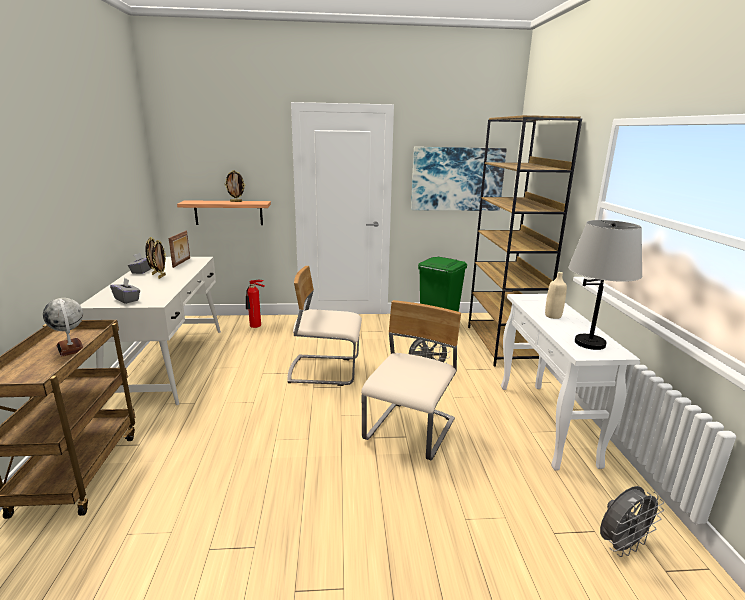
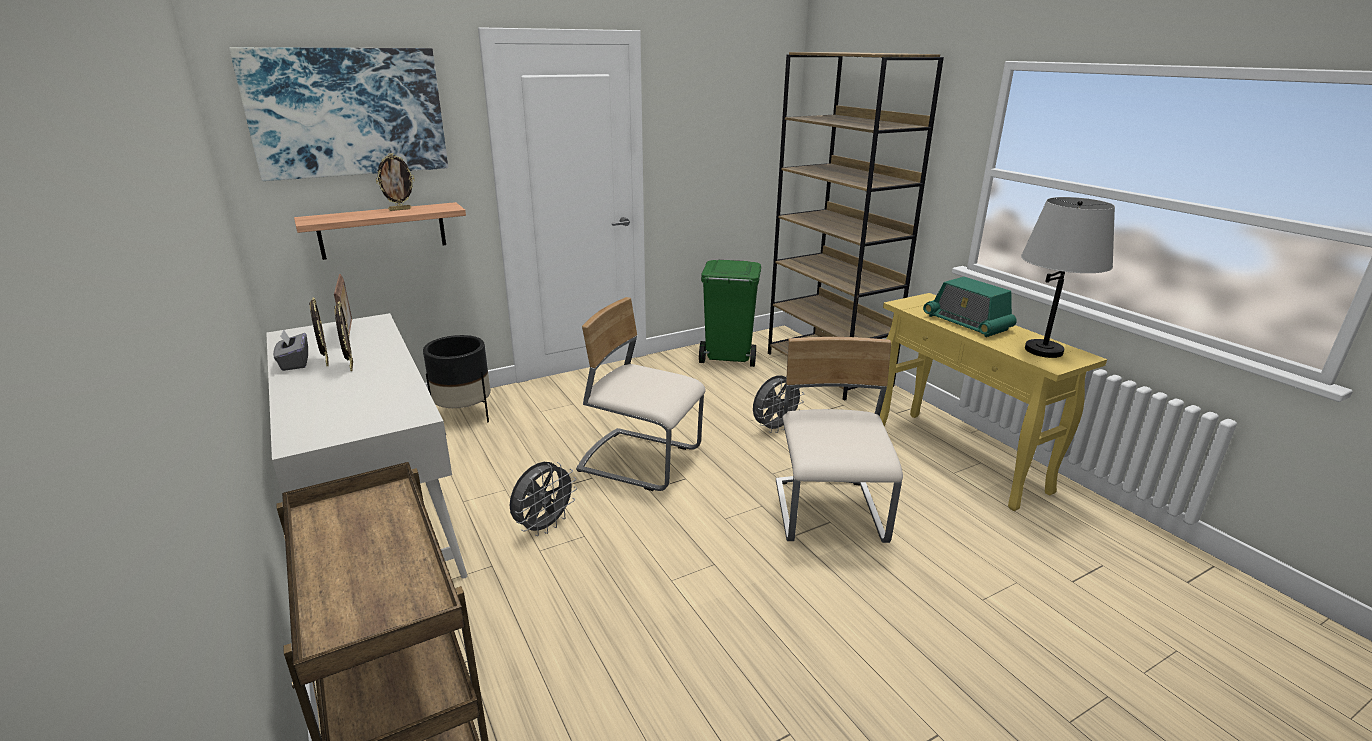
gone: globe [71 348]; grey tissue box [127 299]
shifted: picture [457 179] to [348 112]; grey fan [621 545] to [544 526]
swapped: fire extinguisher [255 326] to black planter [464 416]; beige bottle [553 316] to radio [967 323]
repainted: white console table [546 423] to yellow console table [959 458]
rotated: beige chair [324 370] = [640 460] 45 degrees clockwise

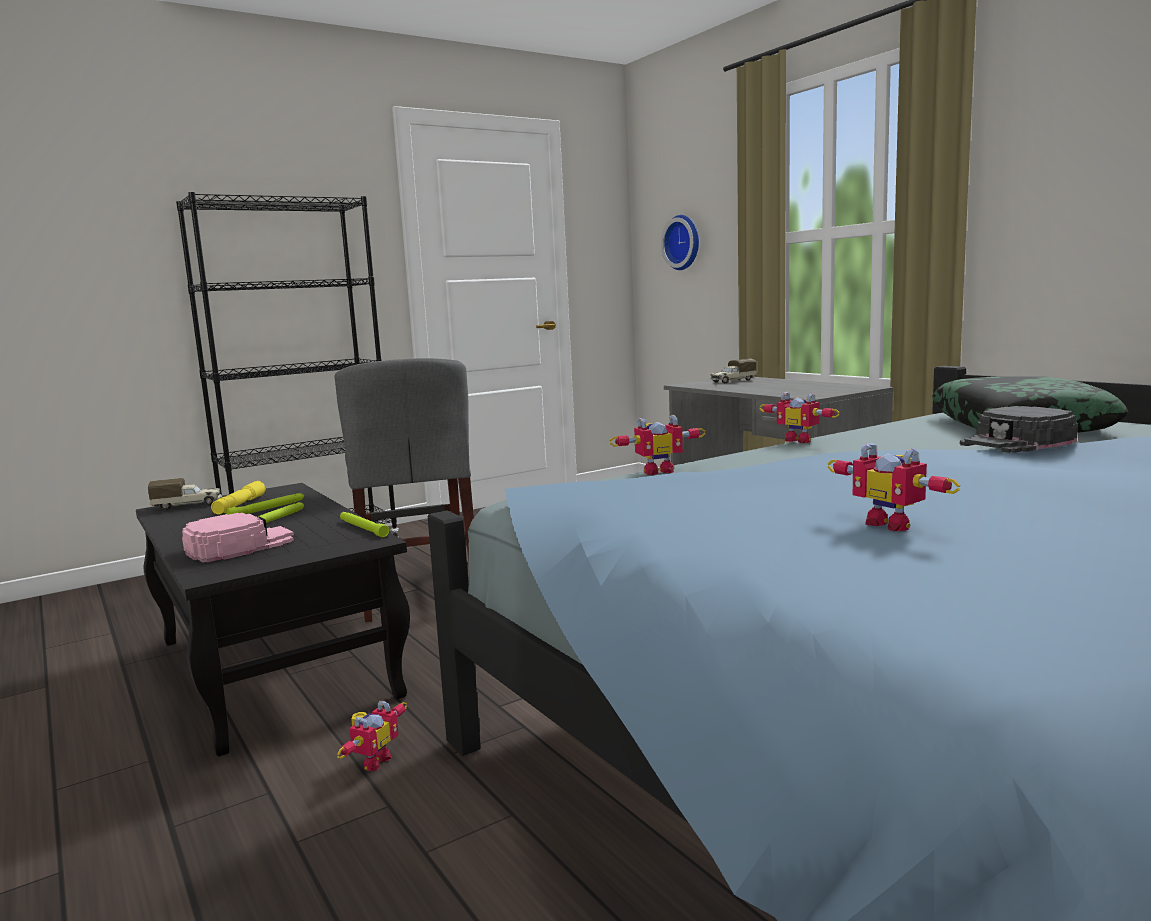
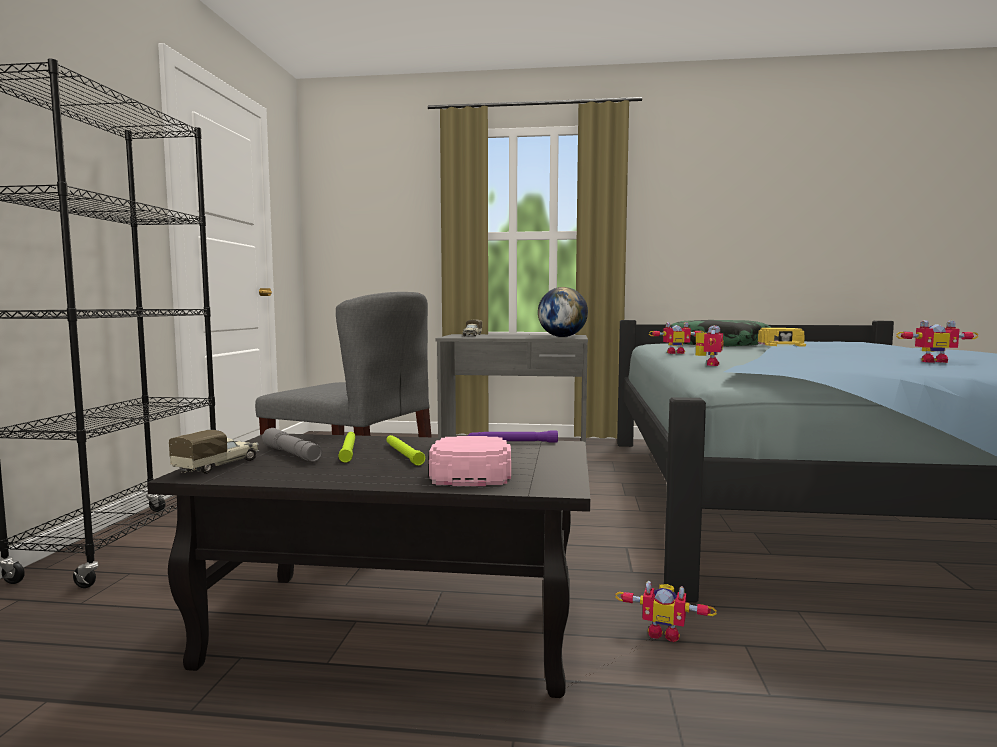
gone: wall clock [684 242]
new: globe [562 337]
repainted: yellow flashlight [239 505] to grey flashlight [291 454]; green flashlight [362 528] to purple flashlight [512 442]; black cap [1017 442] to yellow cap [782 344]
rotated: toy robot [372 761] = [664 633] 135 degrees clockwise

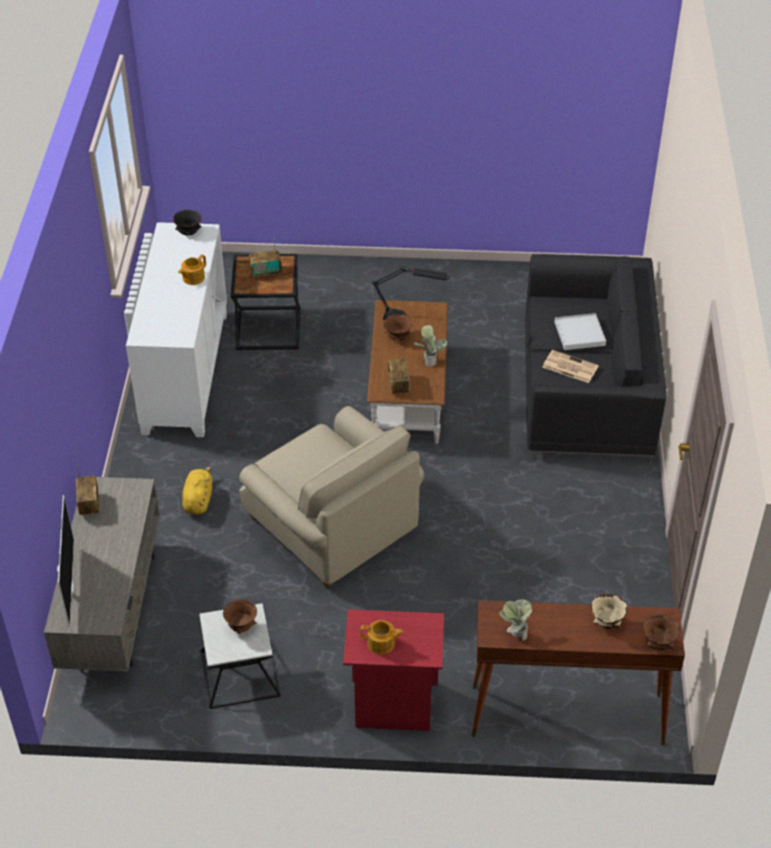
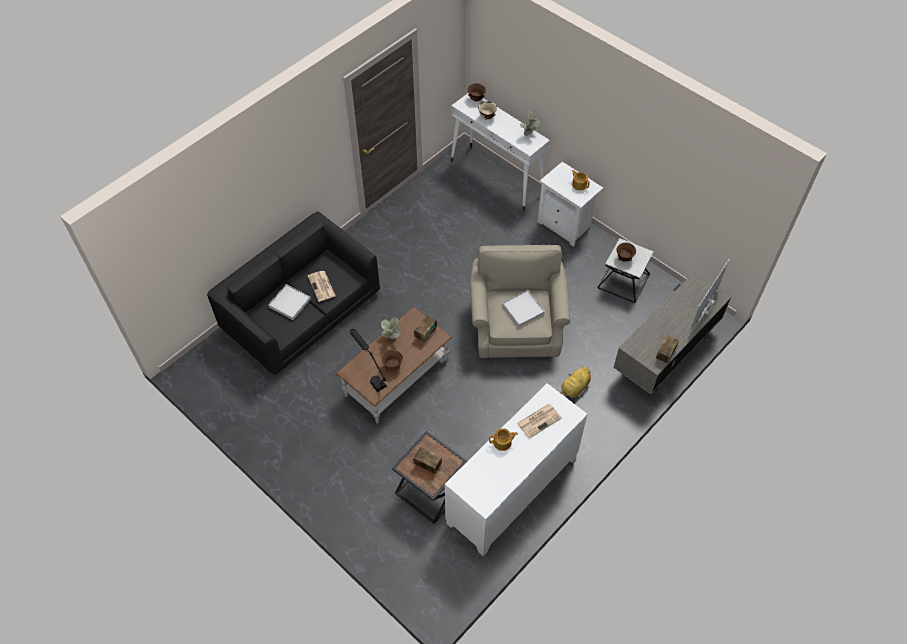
gone: black bowl [189 233]
new: white tray [523 309]; newspaper [539 420]
repainted: red nightstand [393 705] to white nightstand [565 225]; brown console table [566 715] to white console table [497 178]

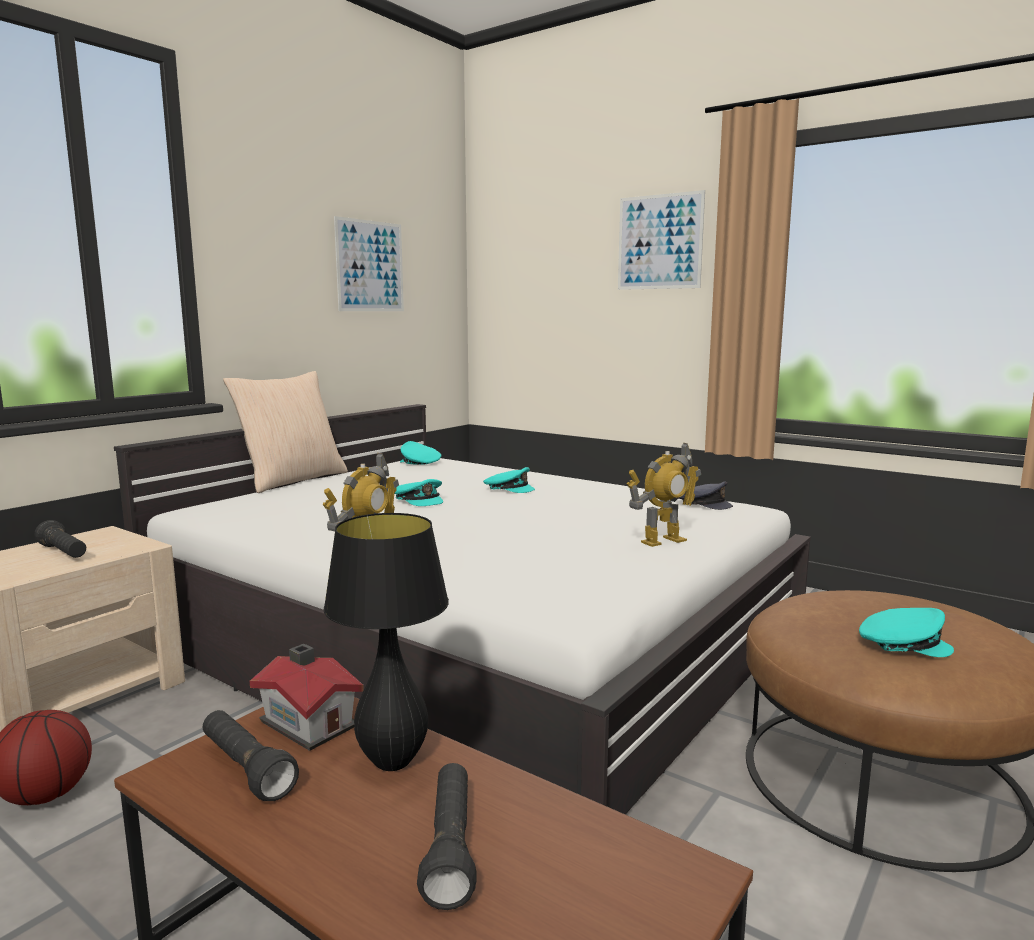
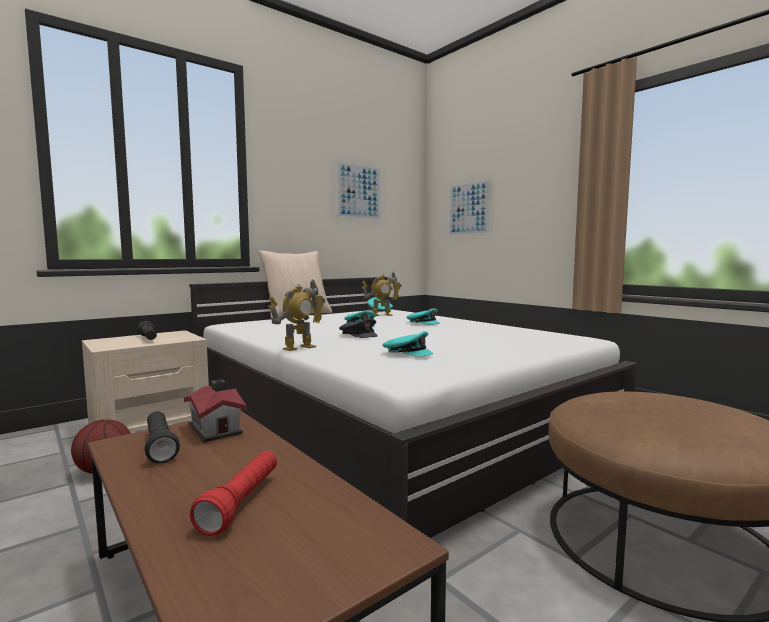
gone: black table lamp [392 761]
shifted: picture [659 242] to [468 208]; toy robot [663 541] to [381 315]; grey cap [703 504] to [359 335]; turquoise cap [902 644] to [407 352]
repainted: black flashlight [450 848] to red flashlight [241 503]

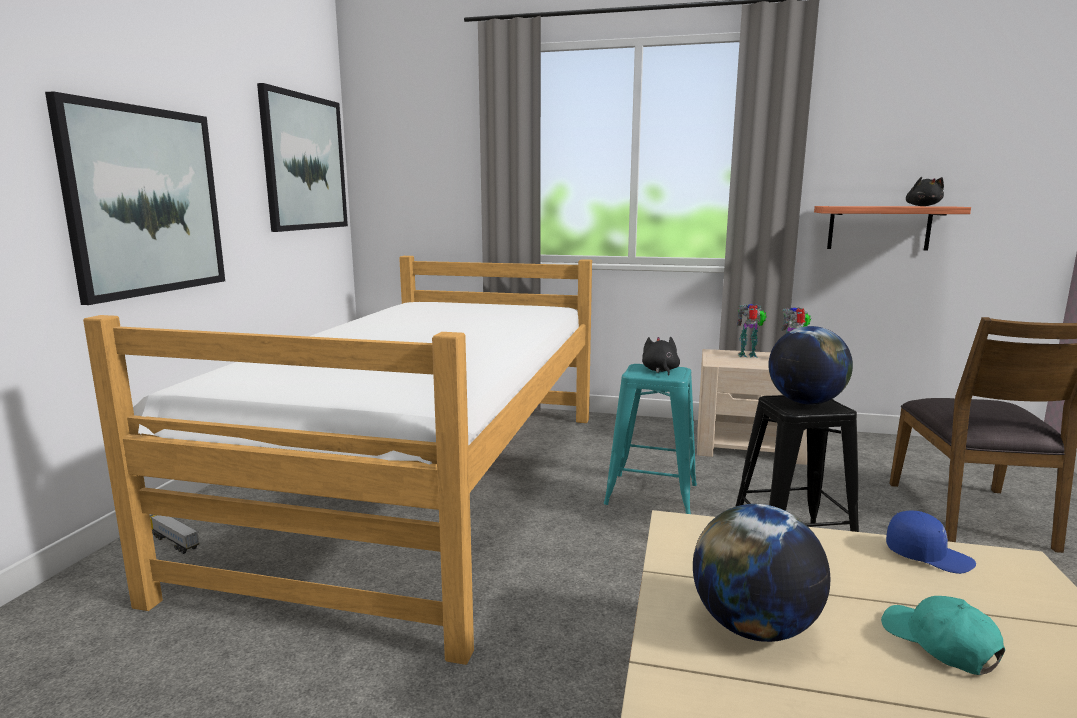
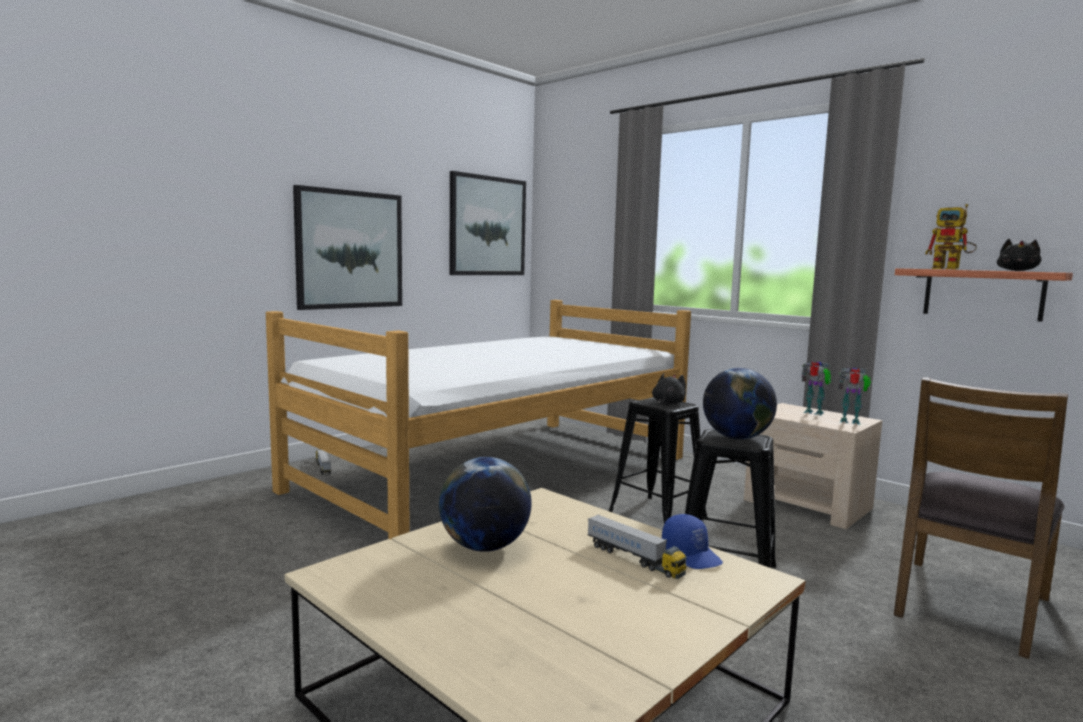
gone: turquoise cap [939 644]
new: toy truck [634 559]; toy robot [952 269]
repainted: turquoise stool [651 494] to black stool [657 515]

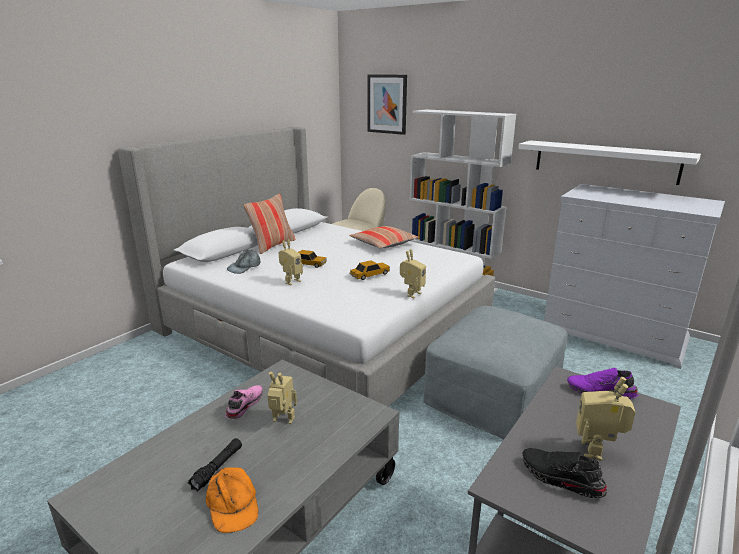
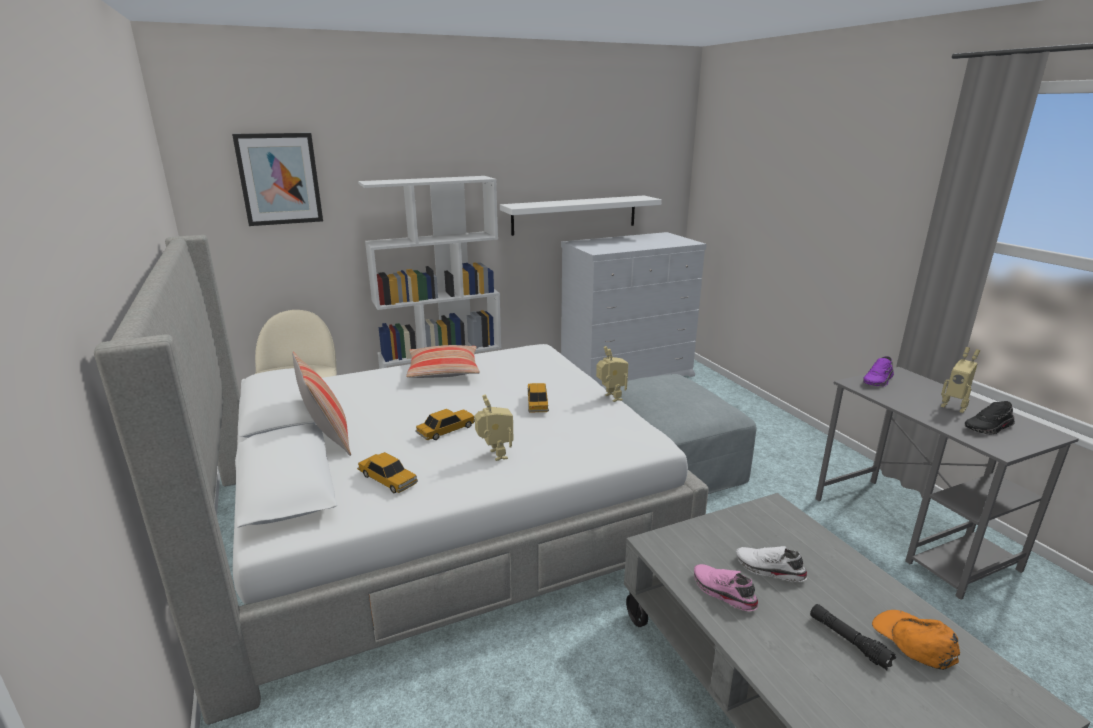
swapped: grey cap [244 267] to toy car [388 479]; toy robot [282 421] to white shoe [769 570]
rotated: orange cap [232 505] = [914 641] 120 degrees counterclockwise

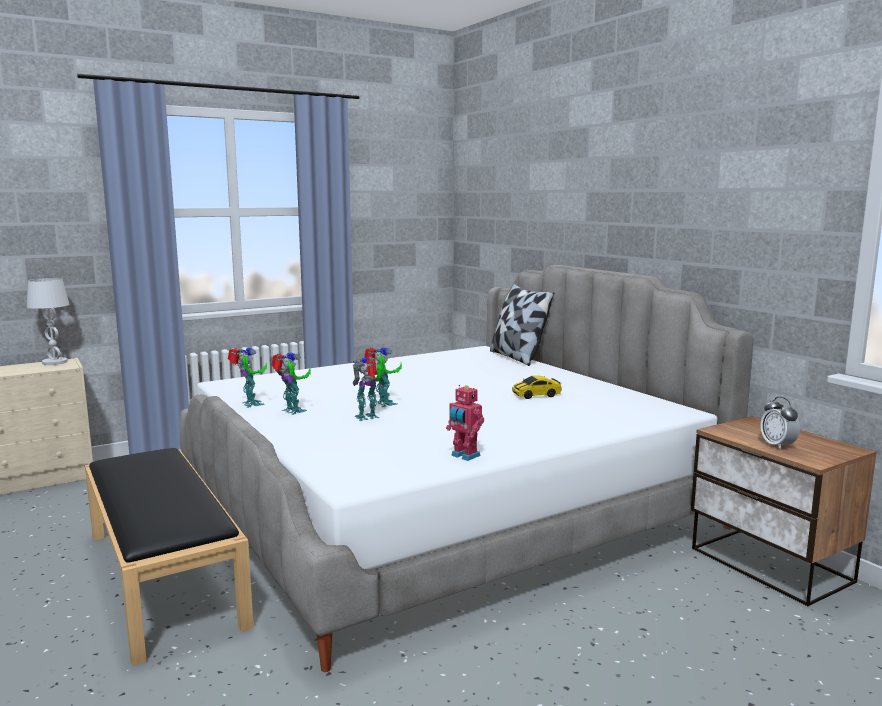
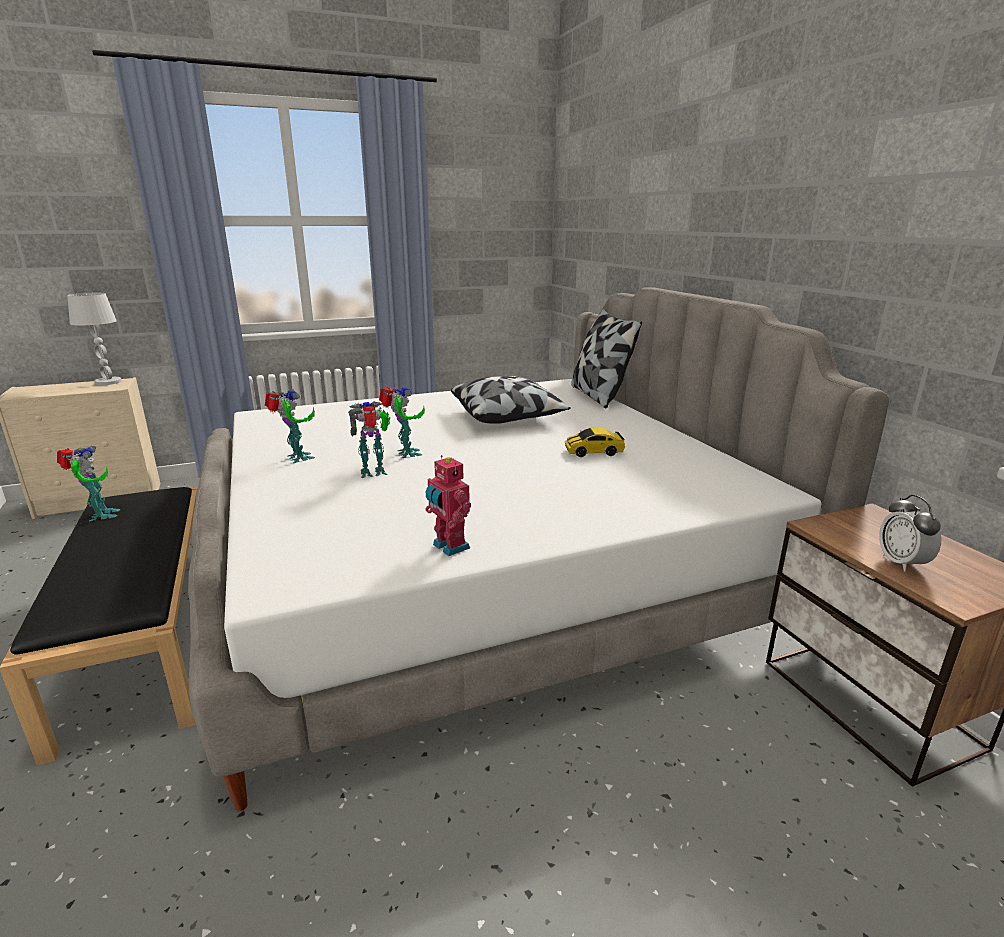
new: pillow [508 416]
shifted: toy robot [250 404] to [100 515]

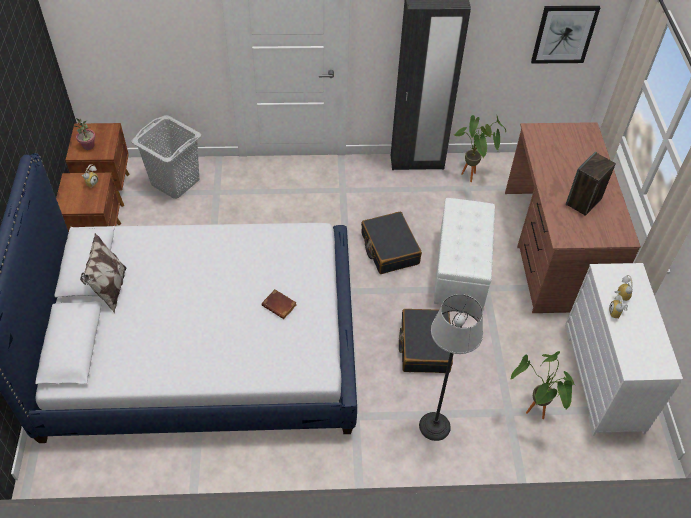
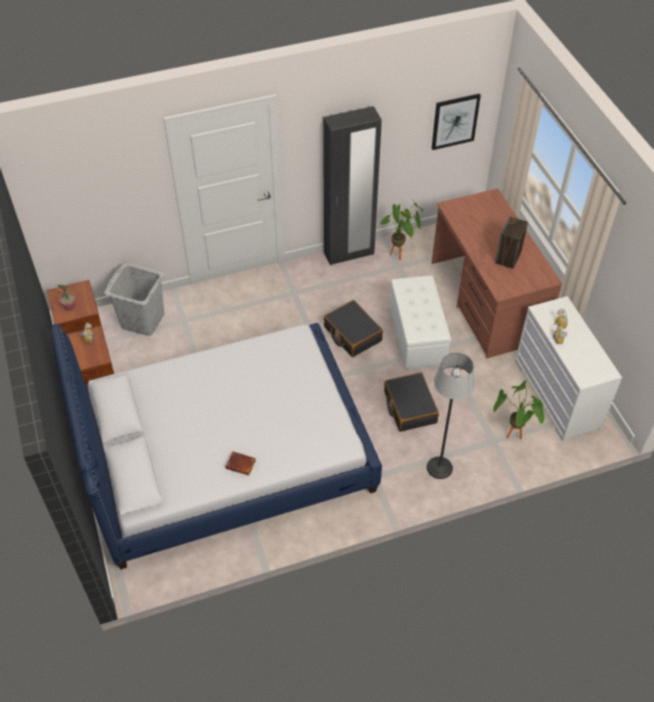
gone: pillow [110 290]
shifted: brown book [280 306] to [242 464]

